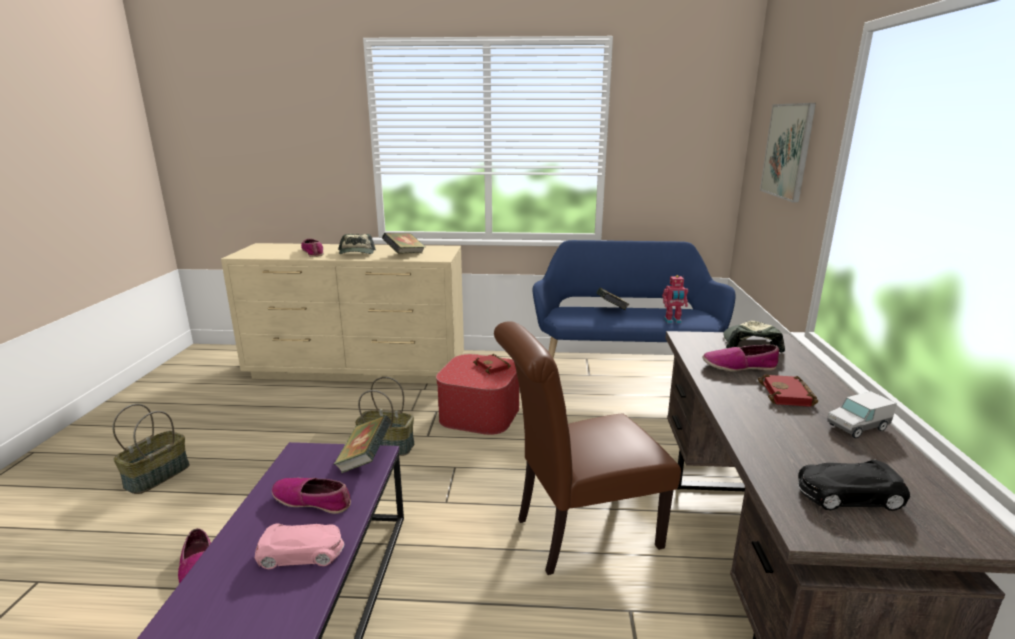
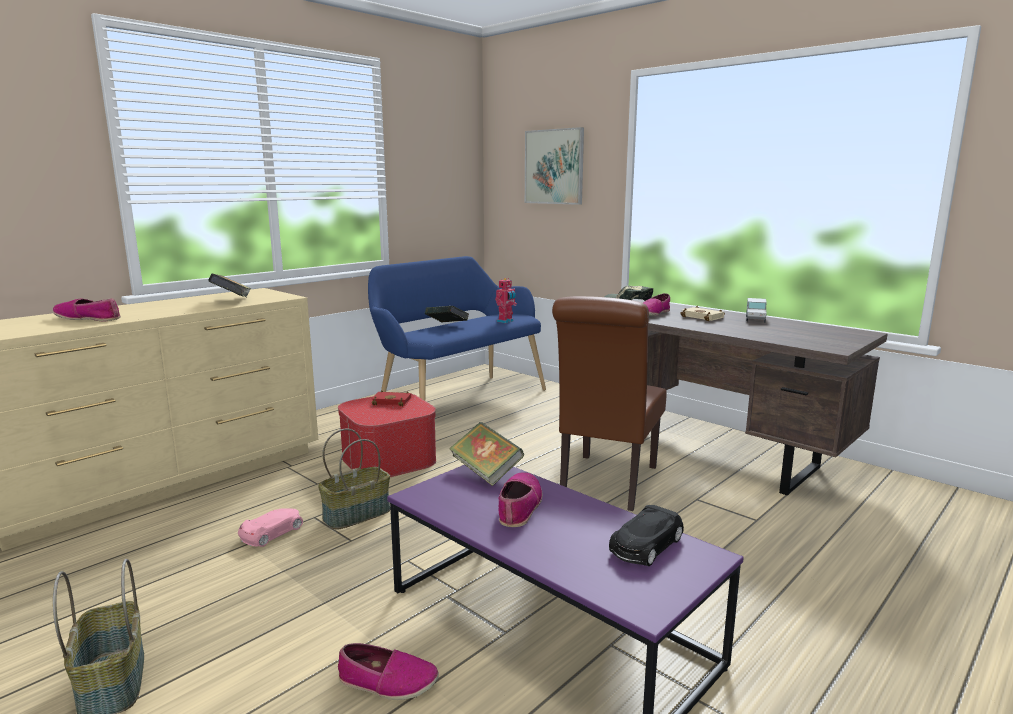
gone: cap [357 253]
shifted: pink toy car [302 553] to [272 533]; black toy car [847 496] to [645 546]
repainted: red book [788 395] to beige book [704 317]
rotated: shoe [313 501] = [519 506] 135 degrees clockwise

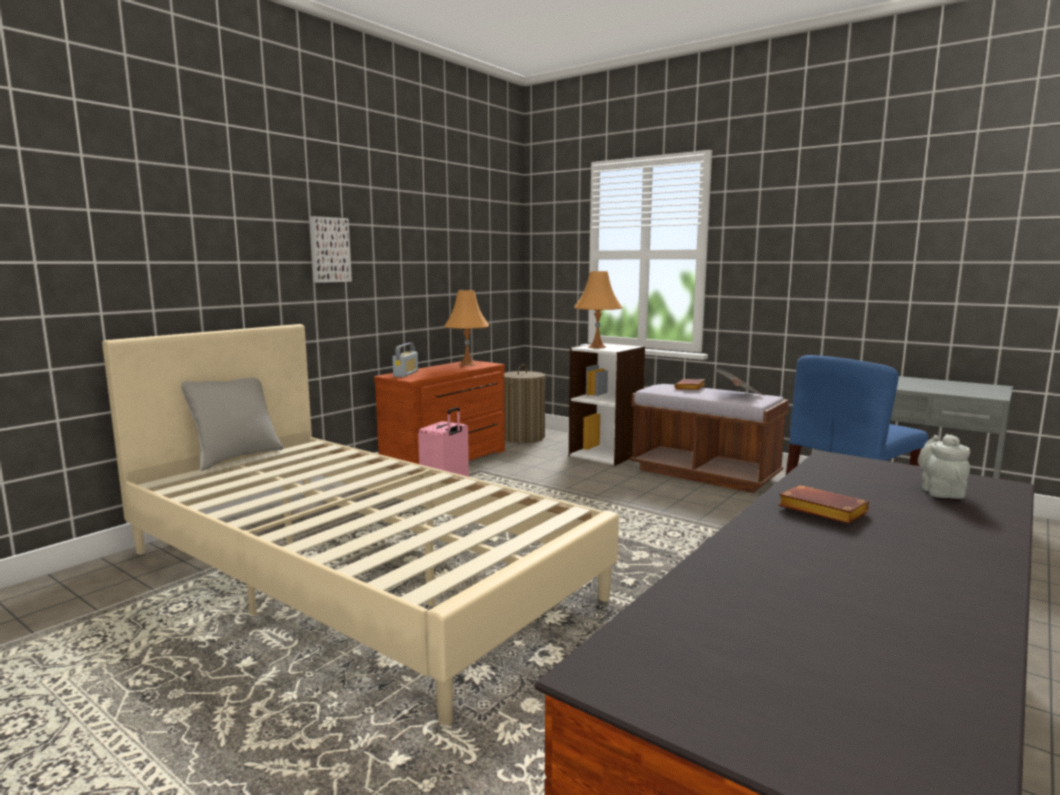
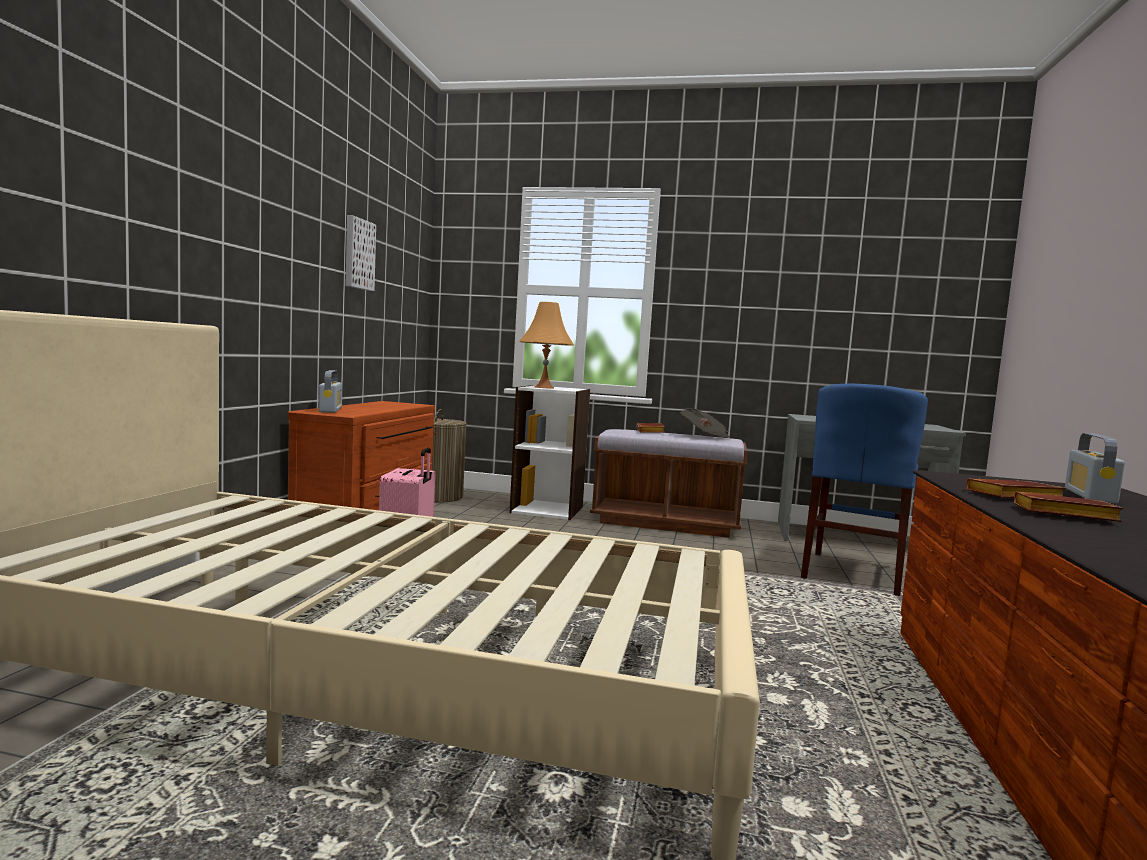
gone: grey pillow [236 458]; orange table lamp [467 364]
new: brown book [1012 497]
shifted: picture [329 250] to [358 254]
swapped: grey teapot [940 491] to radio [1090 495]

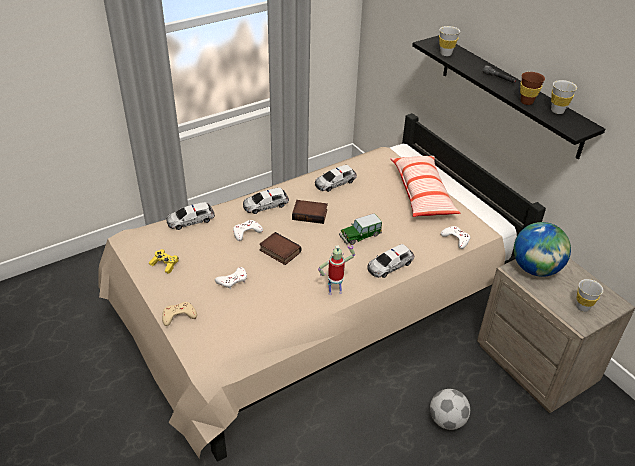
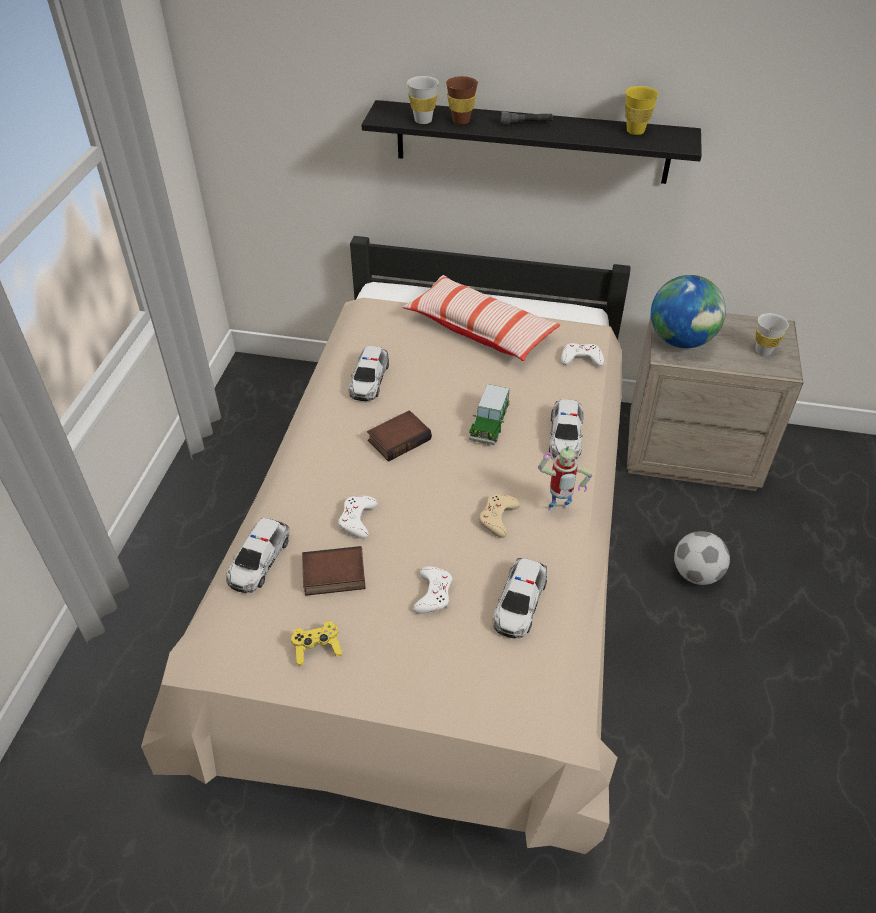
shifted: beige game controller [178 316] to [498 517]; toy car [265 205] to [519 603]; book [279 251] to [333 576]; brown cup [526 102] to [461 121]
repainted: white cup [557 111] to yellow cup [635 131]
rotated: toy robot [335 291] = [558 510] 135 degrees counterclockwise

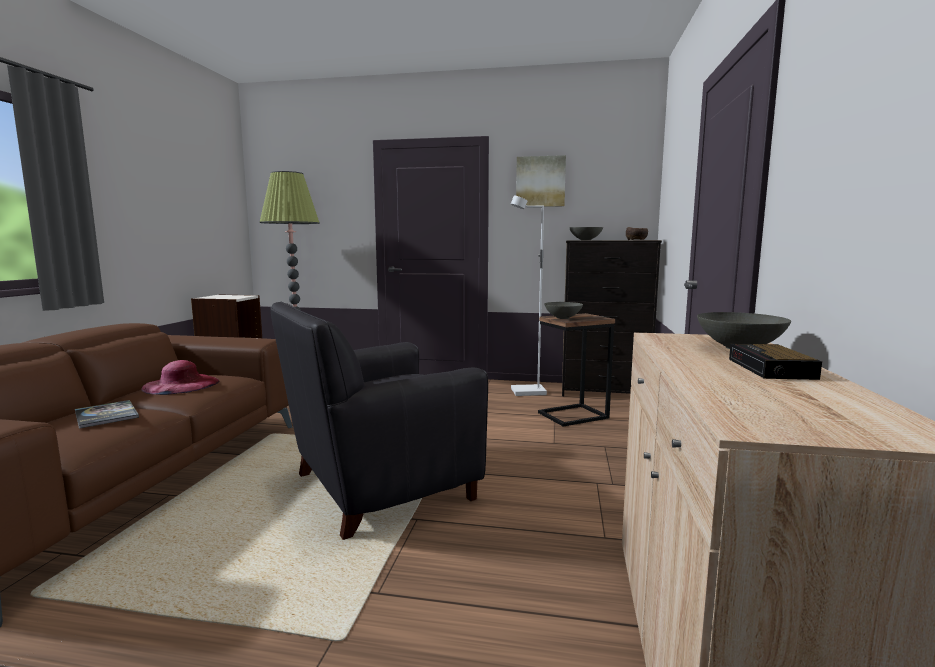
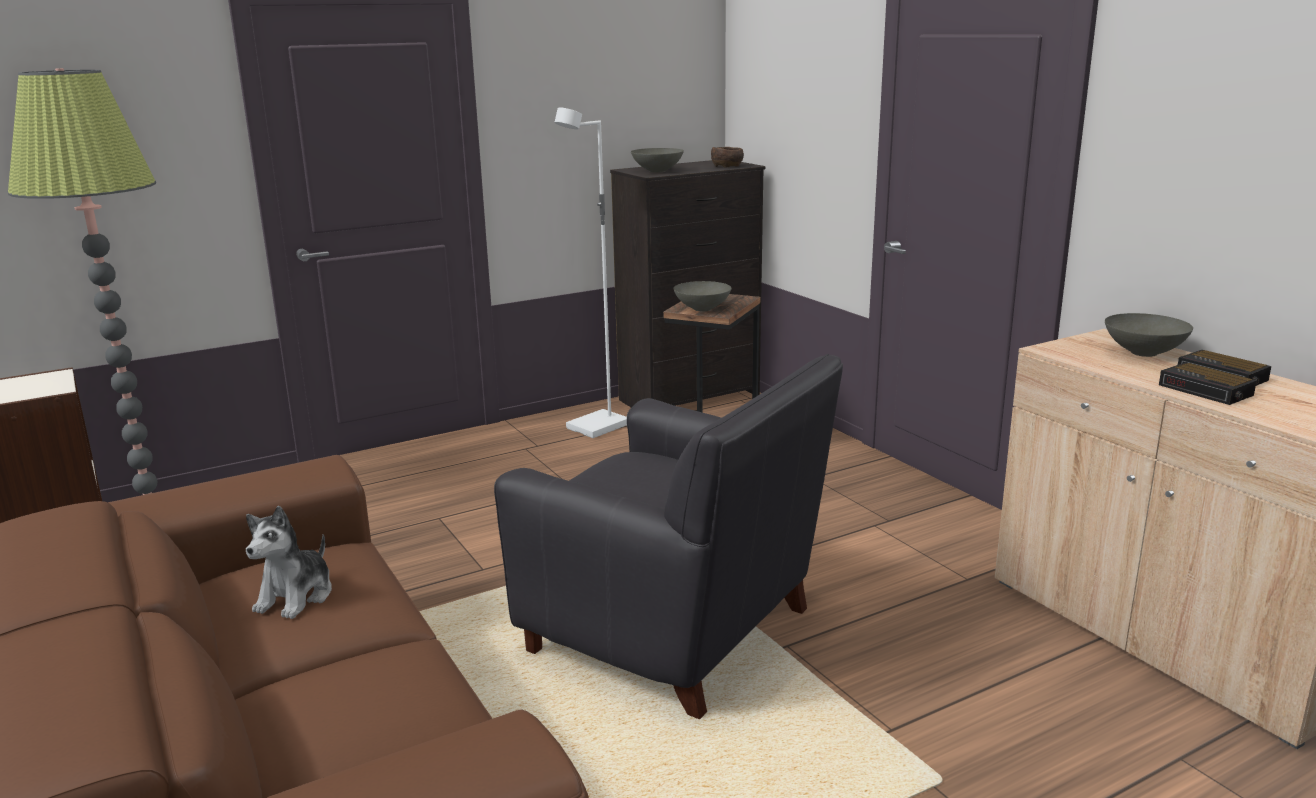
gone: book [106 415]; picture [540 181]
new: alarm clock [1207 390]
swapped: pink hat [181 384] to plush toy [296 597]
rotated: black armchair [378 487] = [675 633] 75 degrees counterclockwise

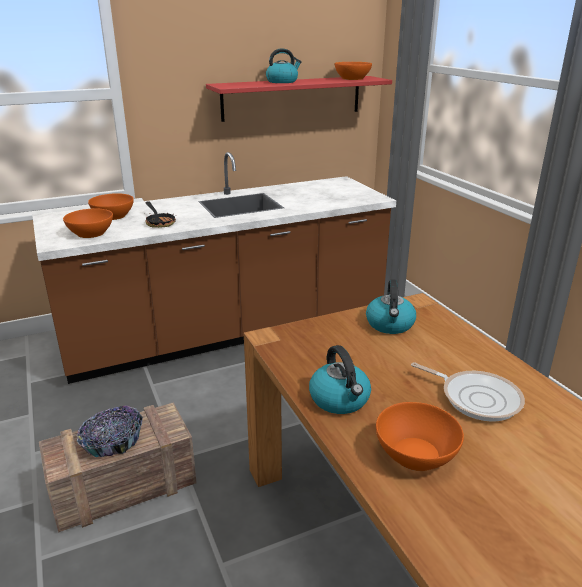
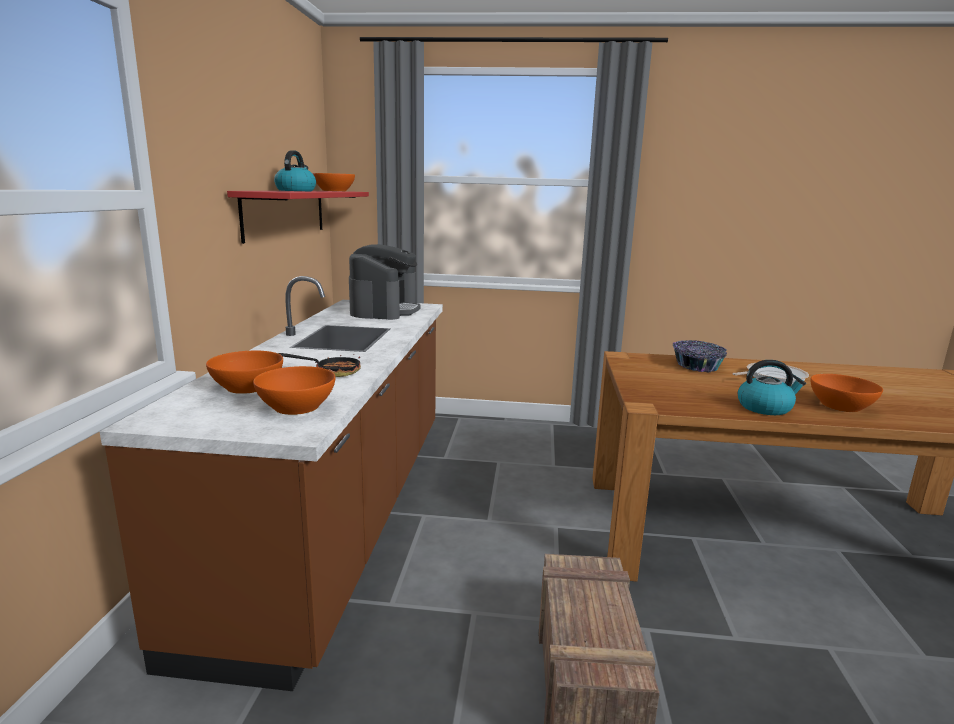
gone: kettle [390 325]
new: coffee machine [384 310]
shifted: bowl [113 442] to [697 366]

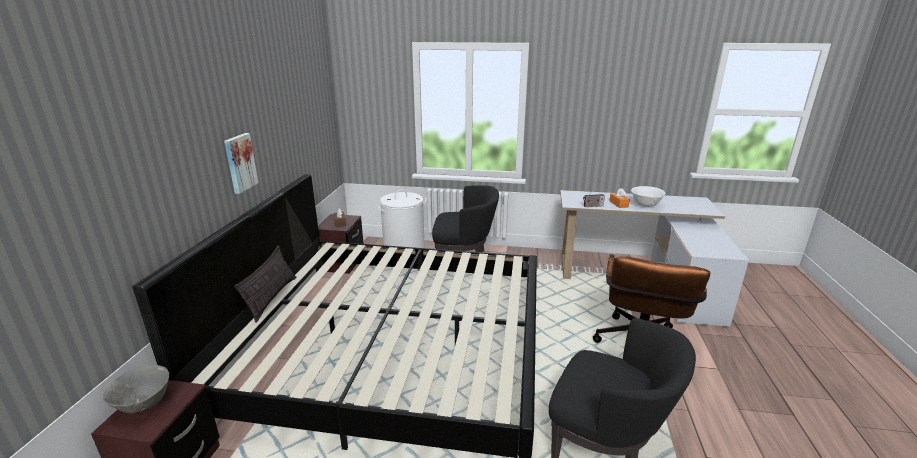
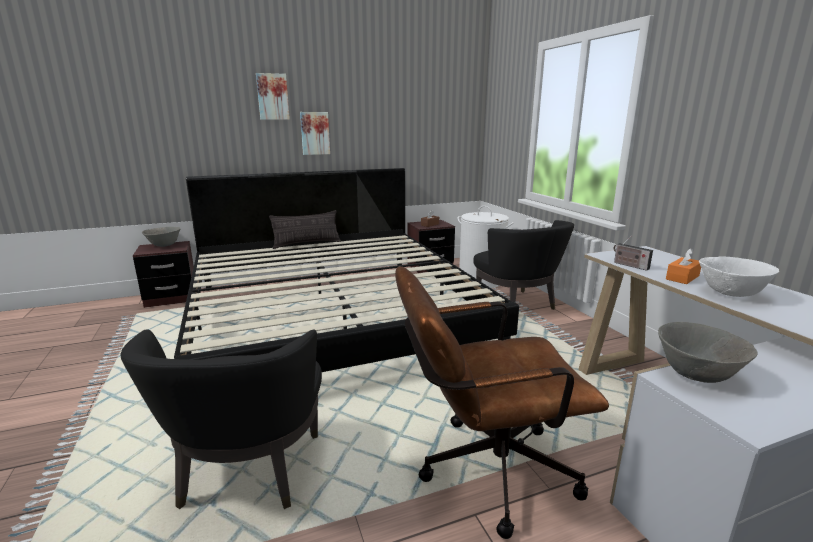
new: picture [272 97]; grey bowl [696 374]

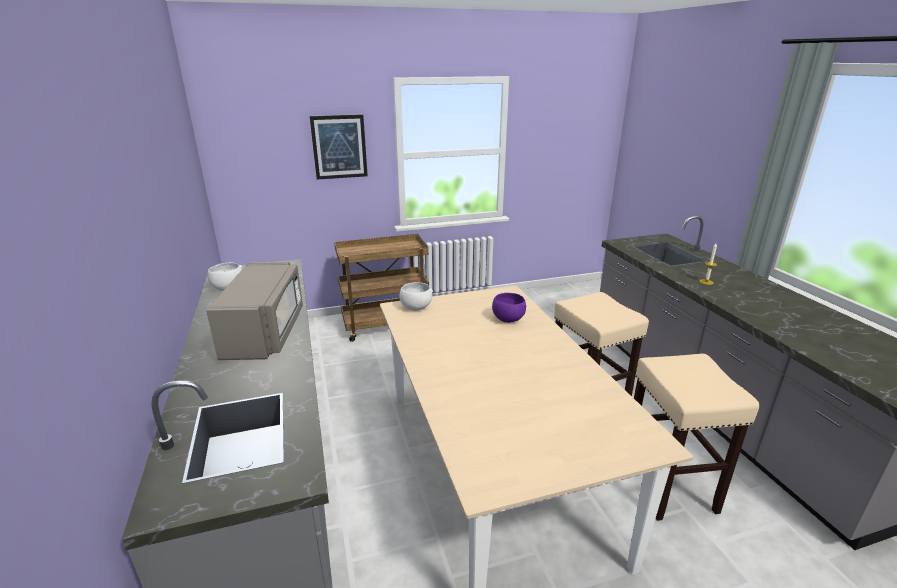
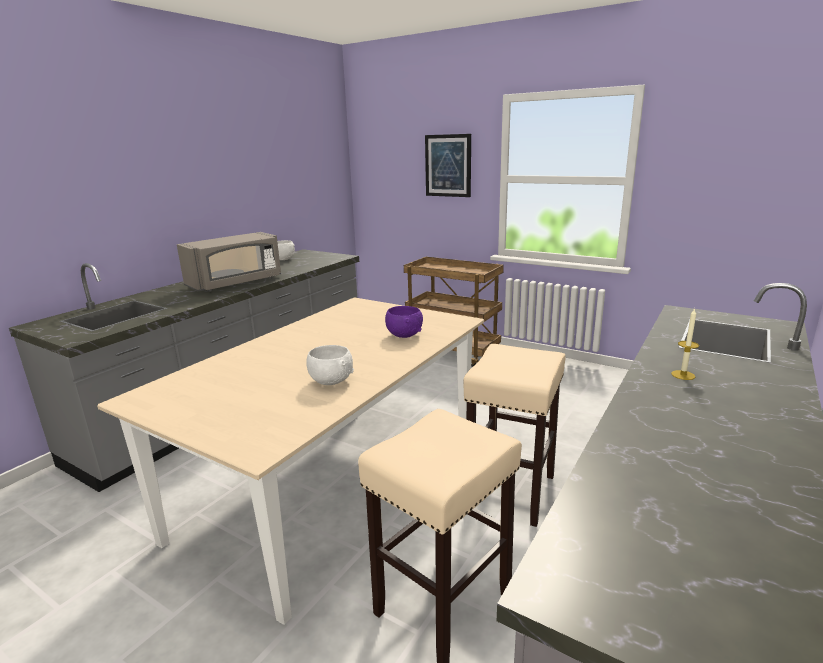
shifted: white bowl [415 307] to [331 381]

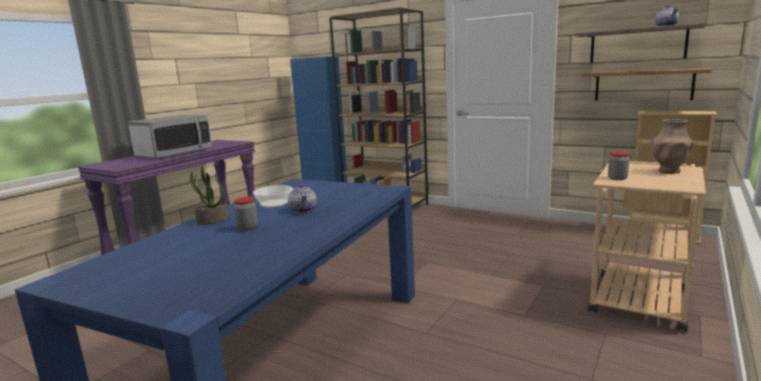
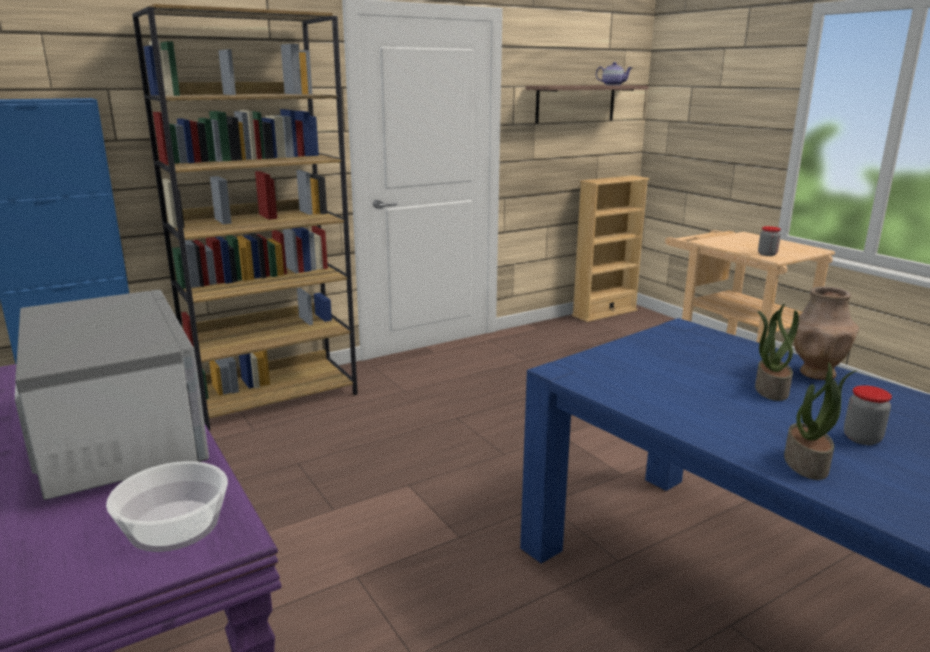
gone: shelf [643 85]
shifted: bowl [274 203] to [175 525]; brown vase [669 171] to [816 373]
swapped: teapot [303 210] to potted plant [770 390]

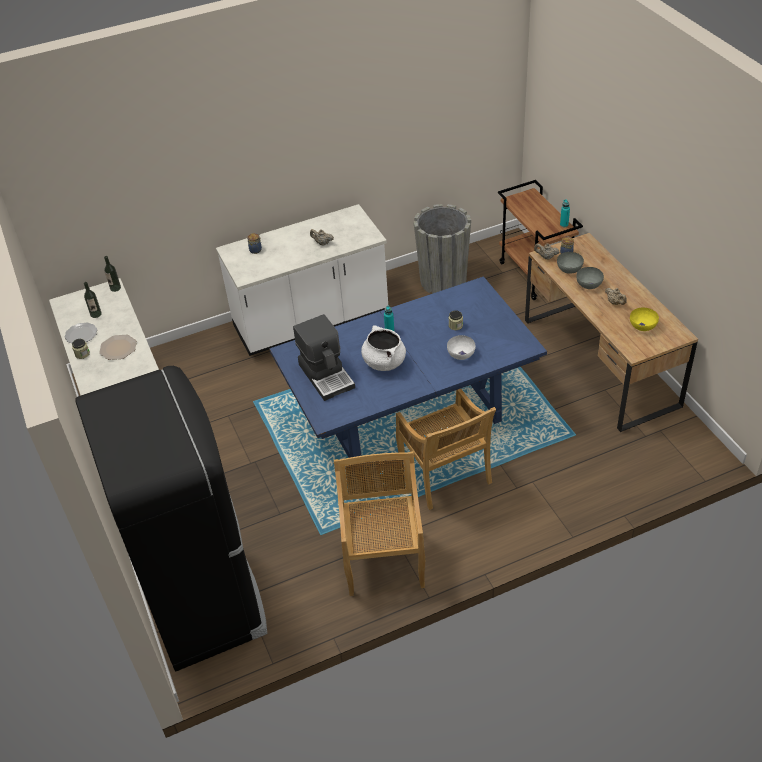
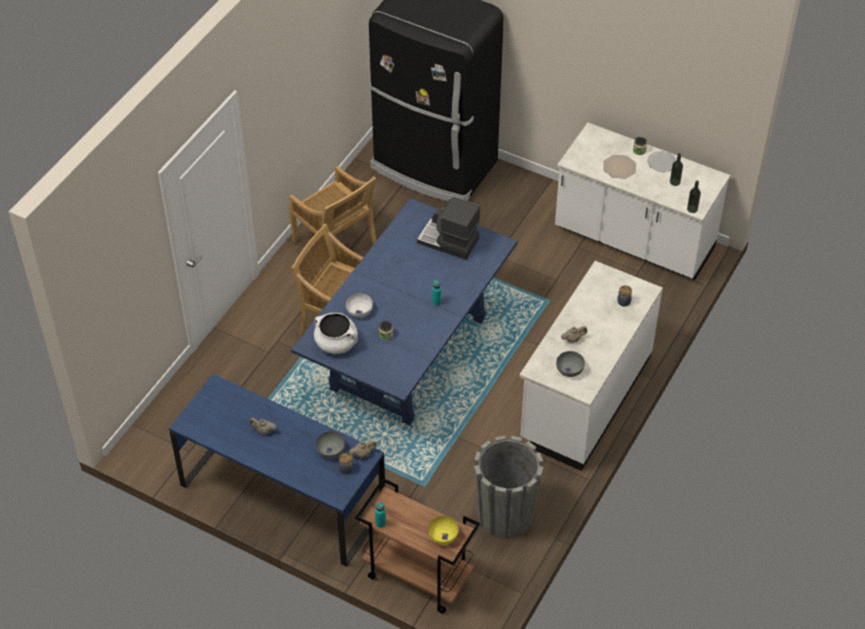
shifted: white cooking pot [384 362] to [336 343]; grey bowl [588 284] to [570 370]; yellow bowl [642 326] to [443 535]
repainted: brown desk [599 362] to blue desk [283 497]

